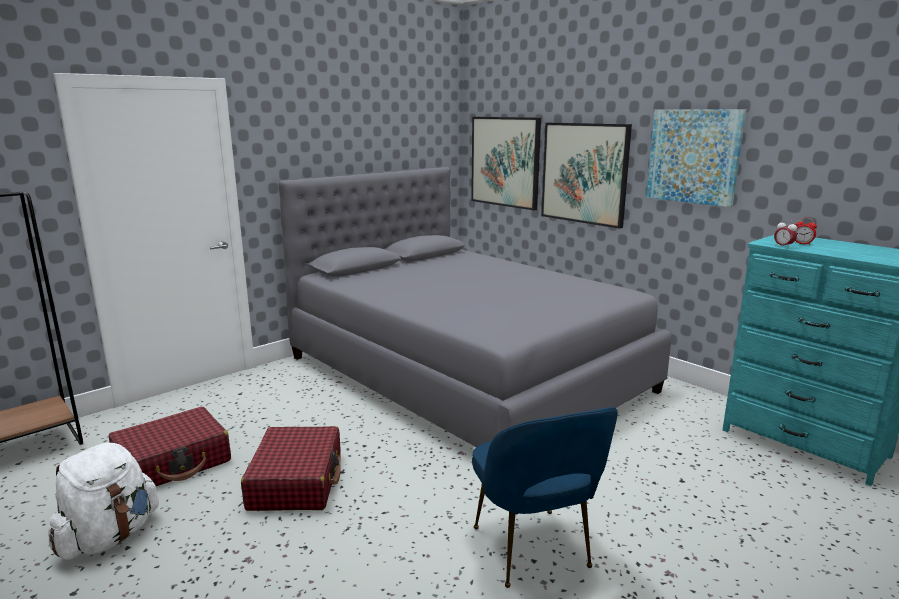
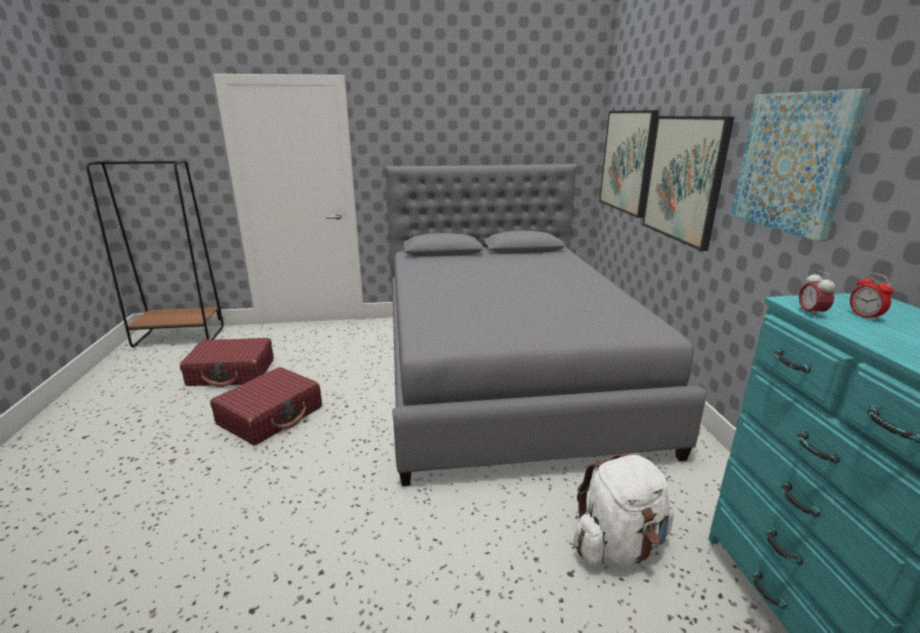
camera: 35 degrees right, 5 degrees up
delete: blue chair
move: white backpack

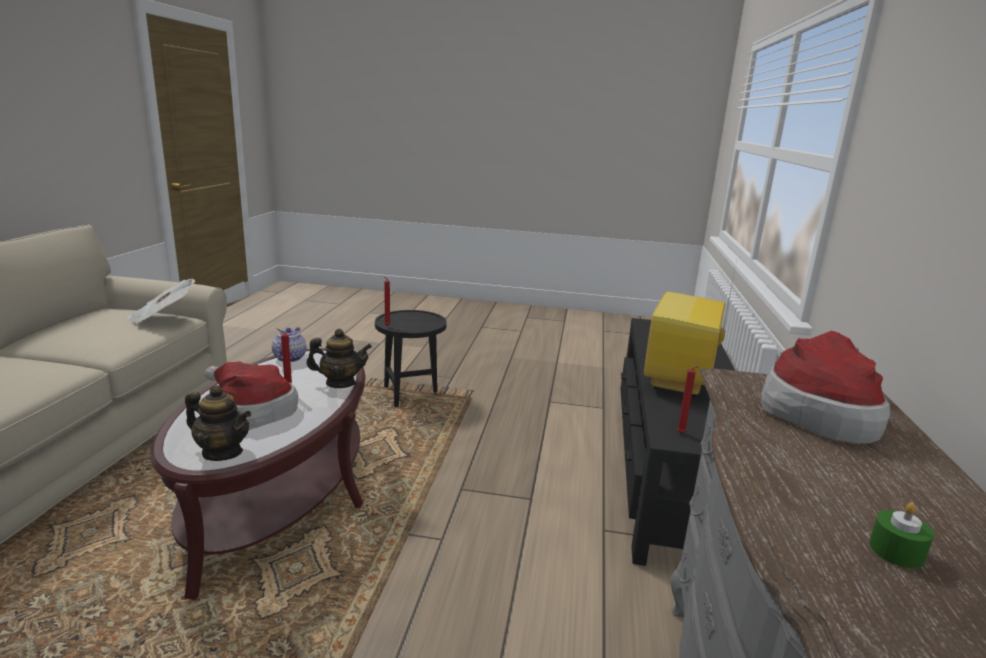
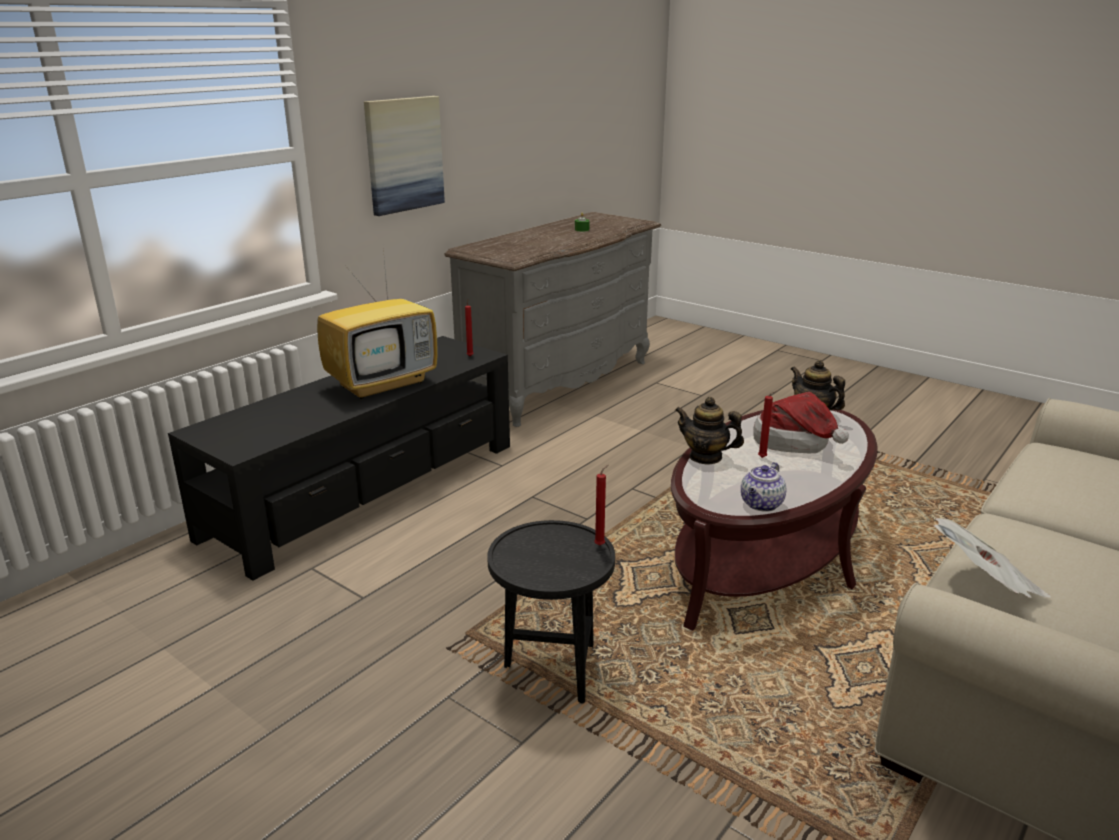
camera: 150 degrees left, 5 degrees up
delete: hat (2nd from left)
insert: picture

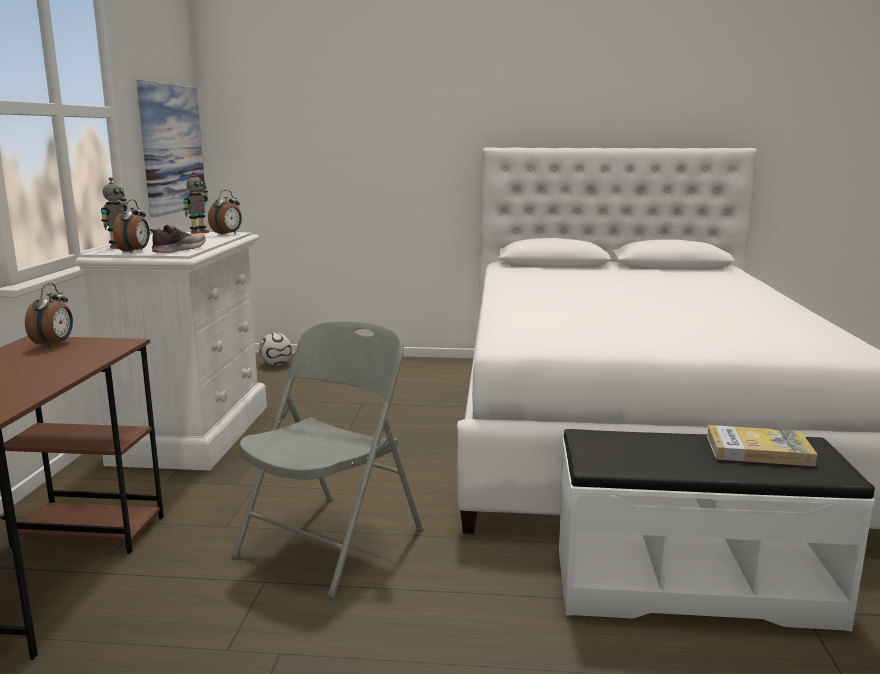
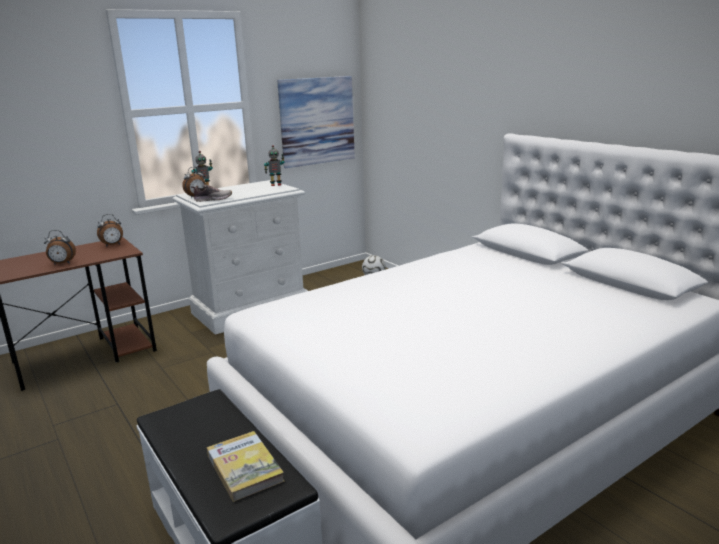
camera: 50 degrees right, 5 degrees up
delete: grey chair
move: alarm clock (3rd from left in the first image) to alarm clock (1st from left)

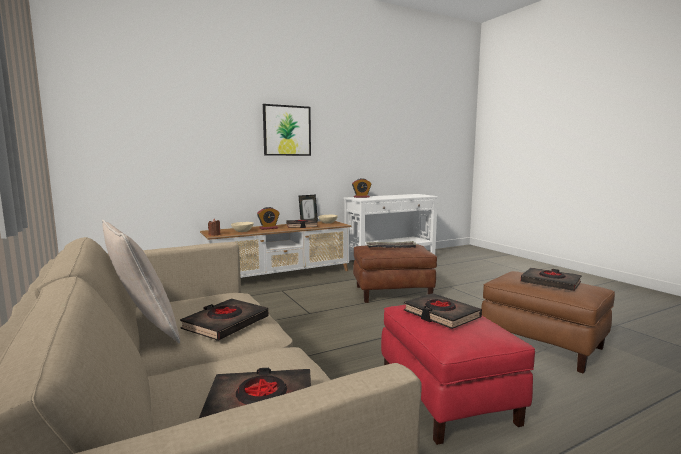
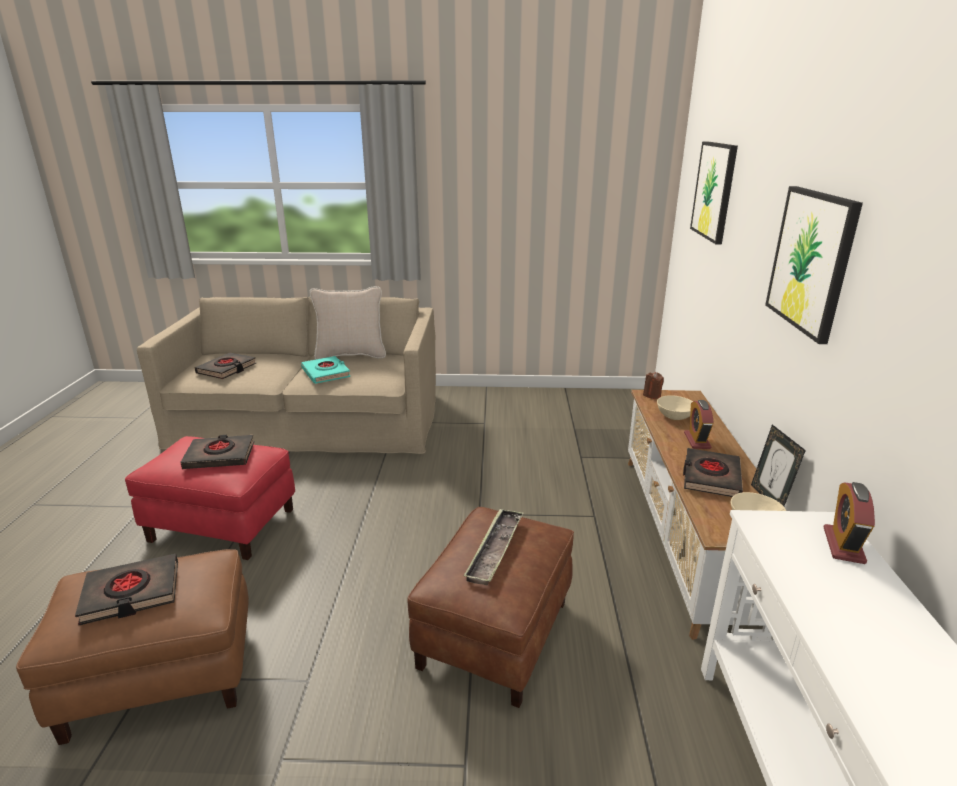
camera: 120 degrees right, 15 degrees up
insert: picture (1st from left)
recolor: black book (1st from left) to turquoise book

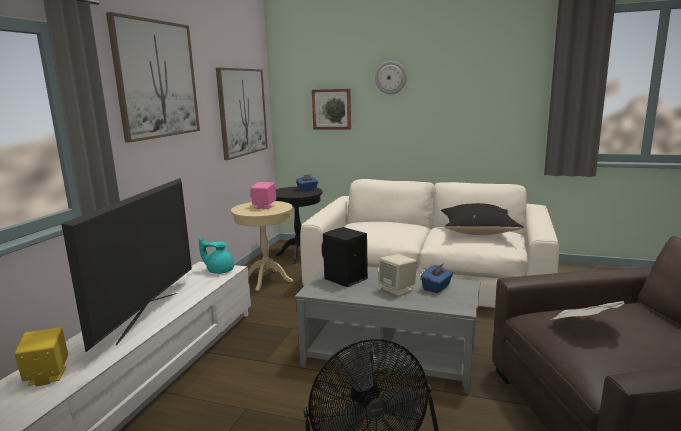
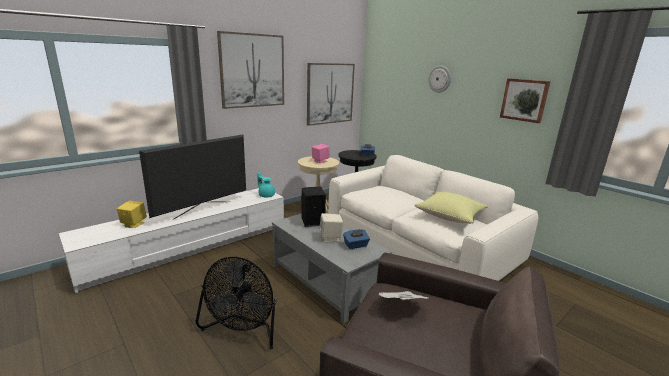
camera: 30 degrees right, 5 degrees up
move: picture (3rd from left)
recolor: black pillow to yellow pillow

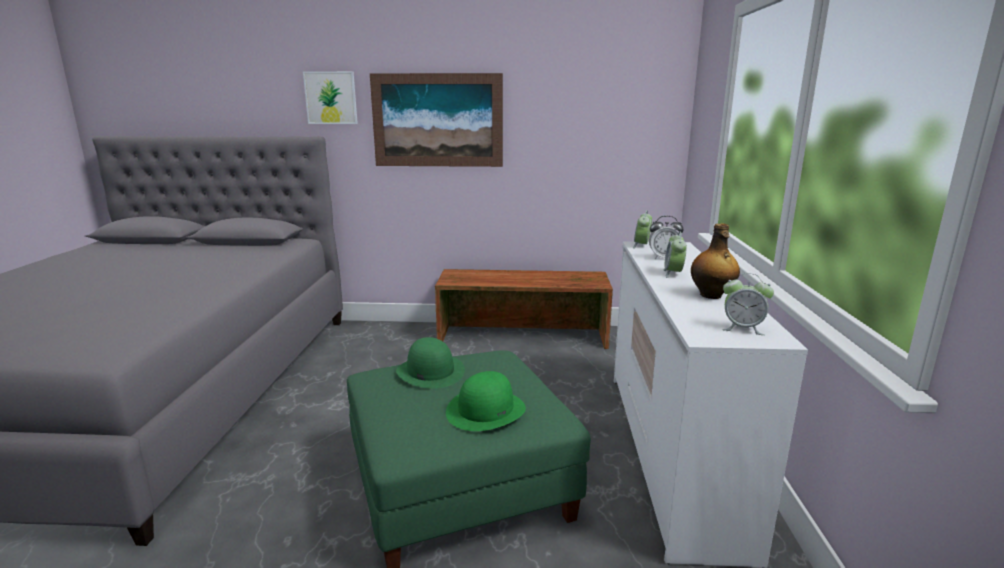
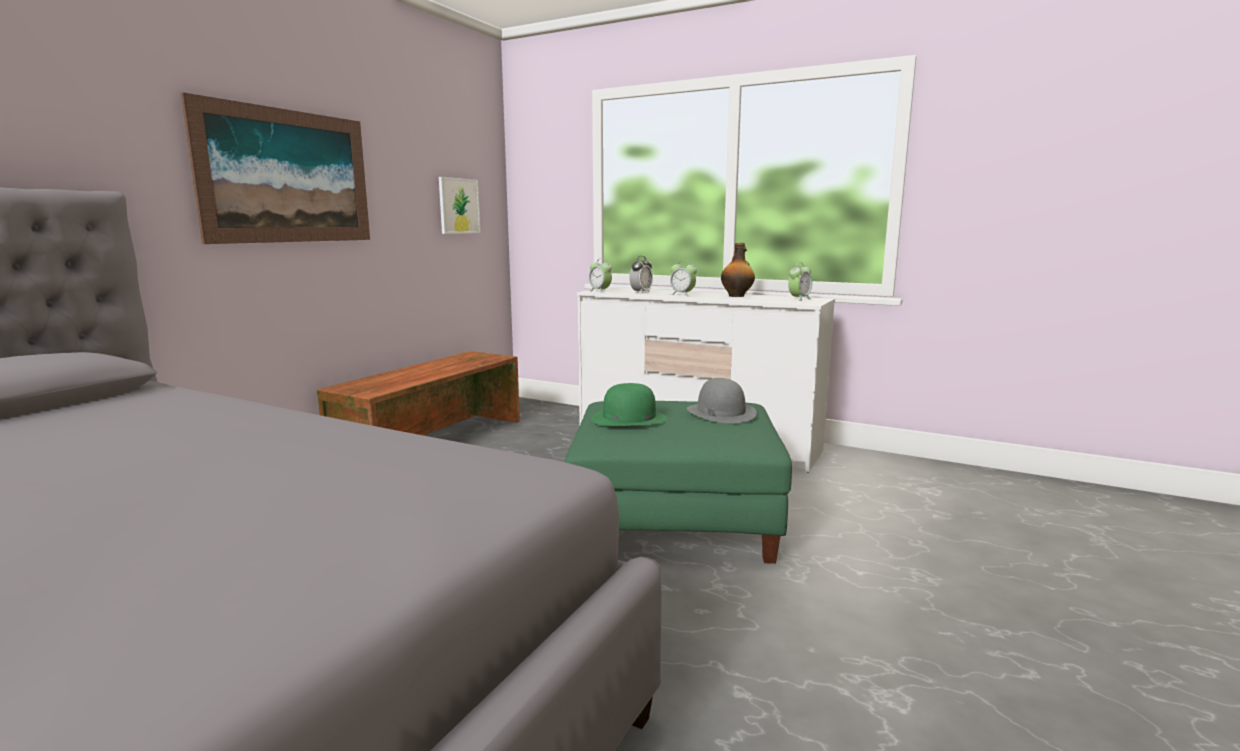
camera: 65 degrees left, 5 degrees down
move: picture (1st from left in the first image) to picture (2nd from left)
recolor: green hat (2nd from left) to grey hat

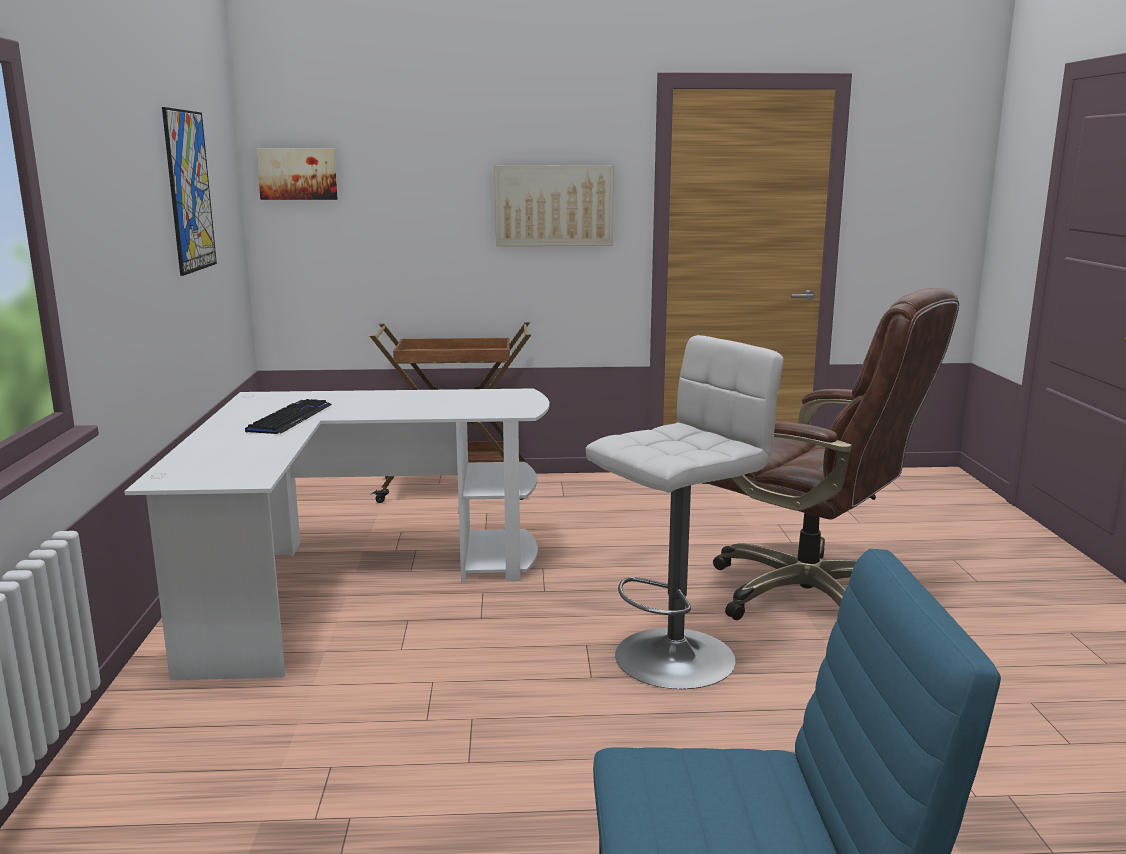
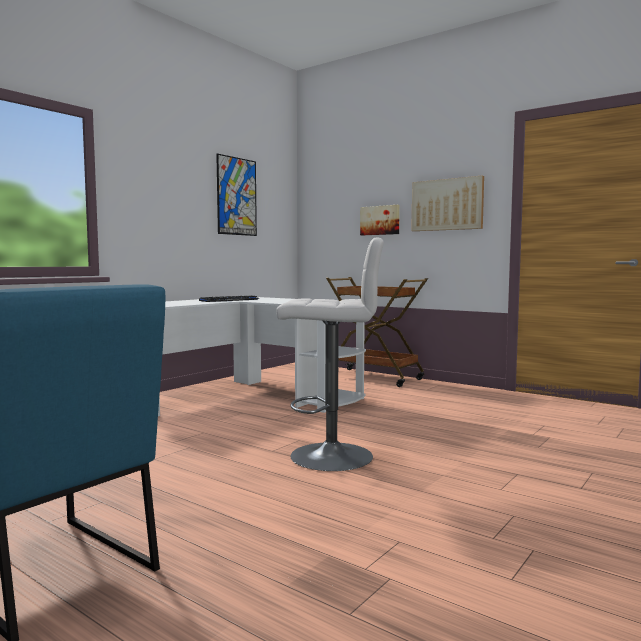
camera: 40 degrees right, 10 degrees down
delete: brown office chair
move: picture (2nd from left)

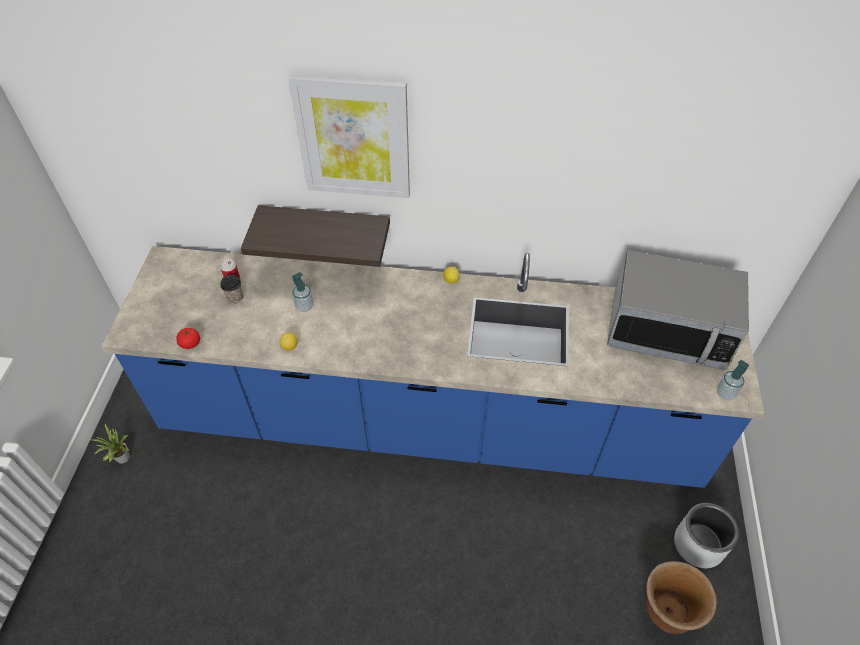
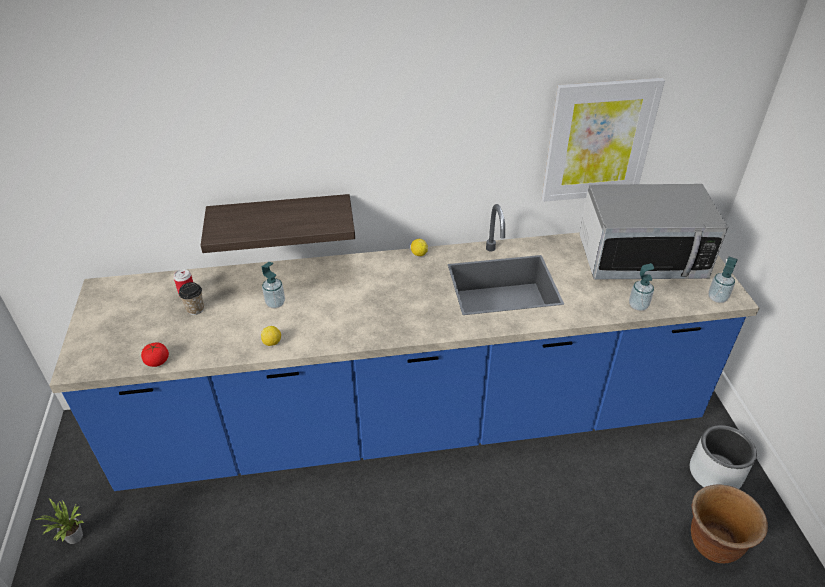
camera: 15 degrees left, 10 degrees down
insert: soap dispenser (2nd from left)
move: picture

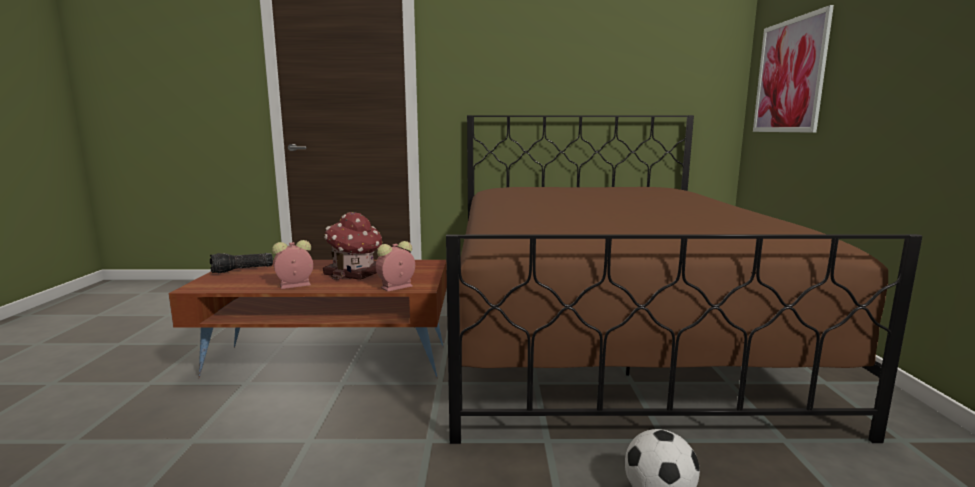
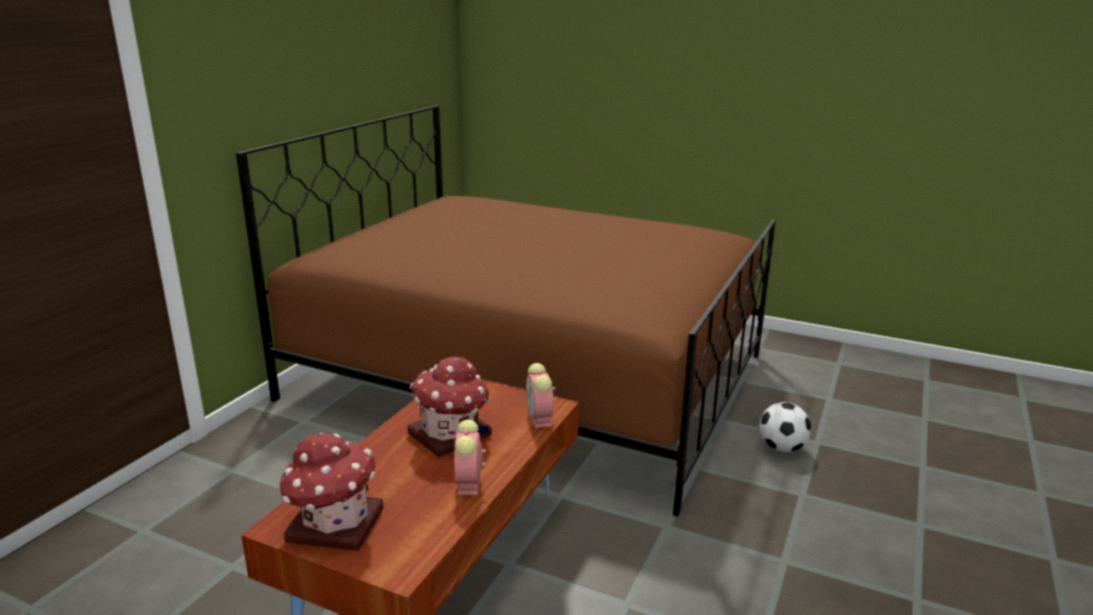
camera: 65 degrees left, 10 degrees up
delete: picture
replace: flashlight to toy house (1st from left)

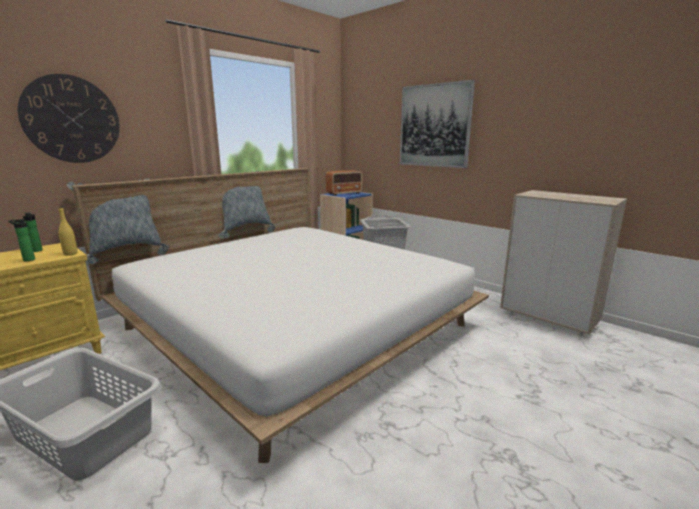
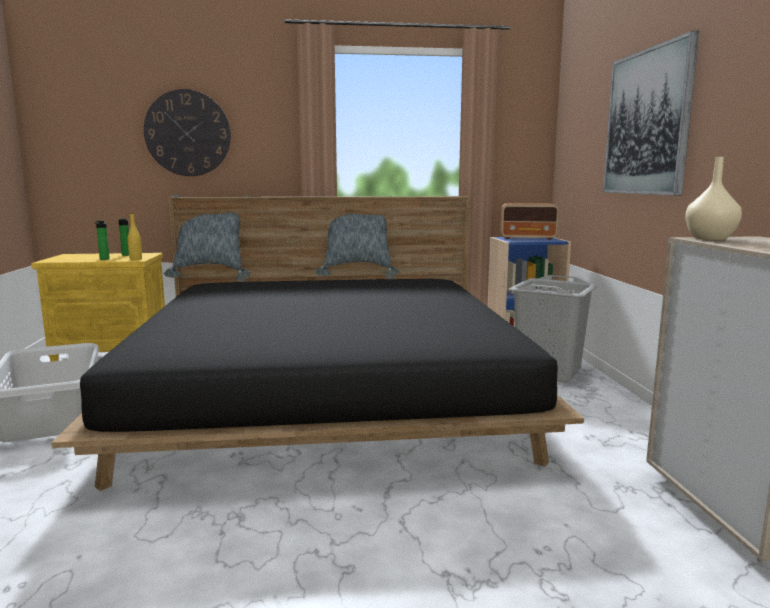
camera: 40 degrees right, 5 degrees down
insert: beige vase
recolor: white bed to black bed

